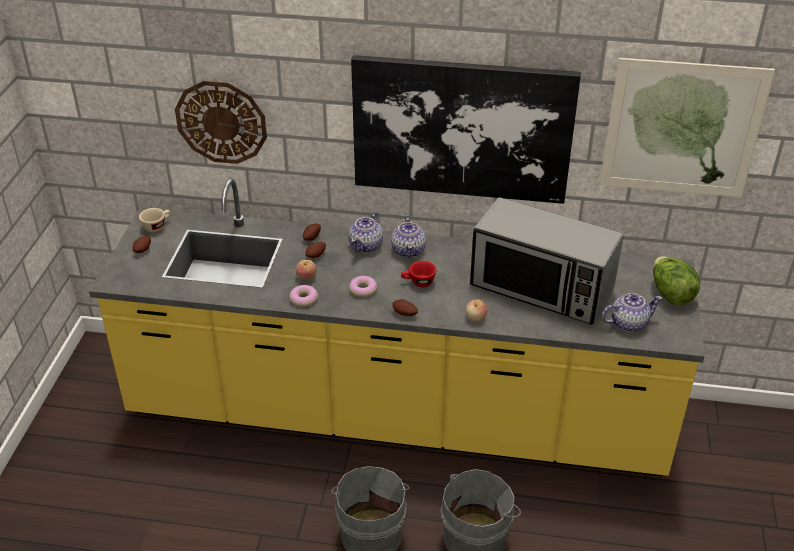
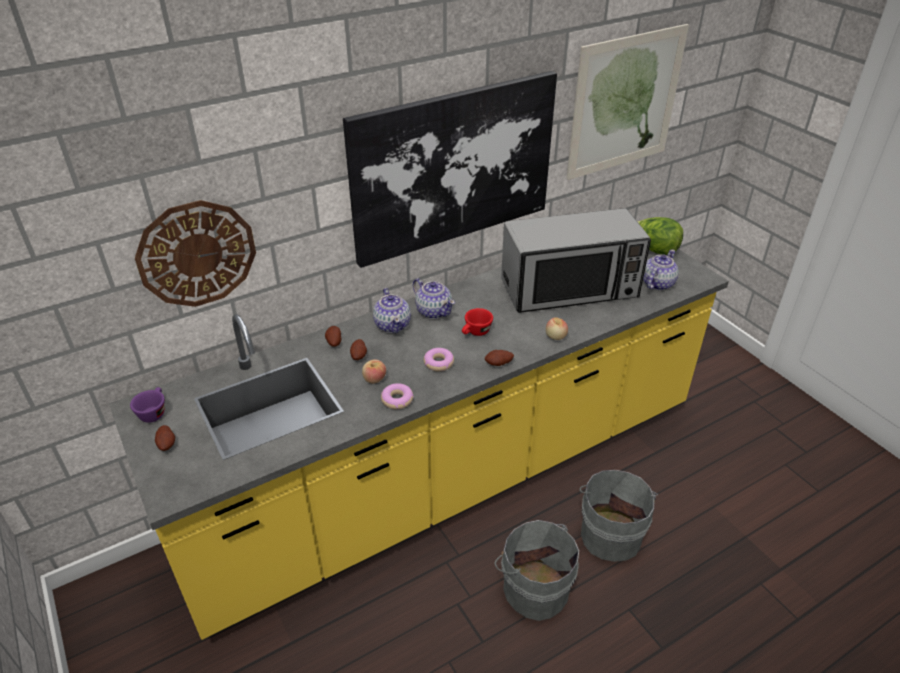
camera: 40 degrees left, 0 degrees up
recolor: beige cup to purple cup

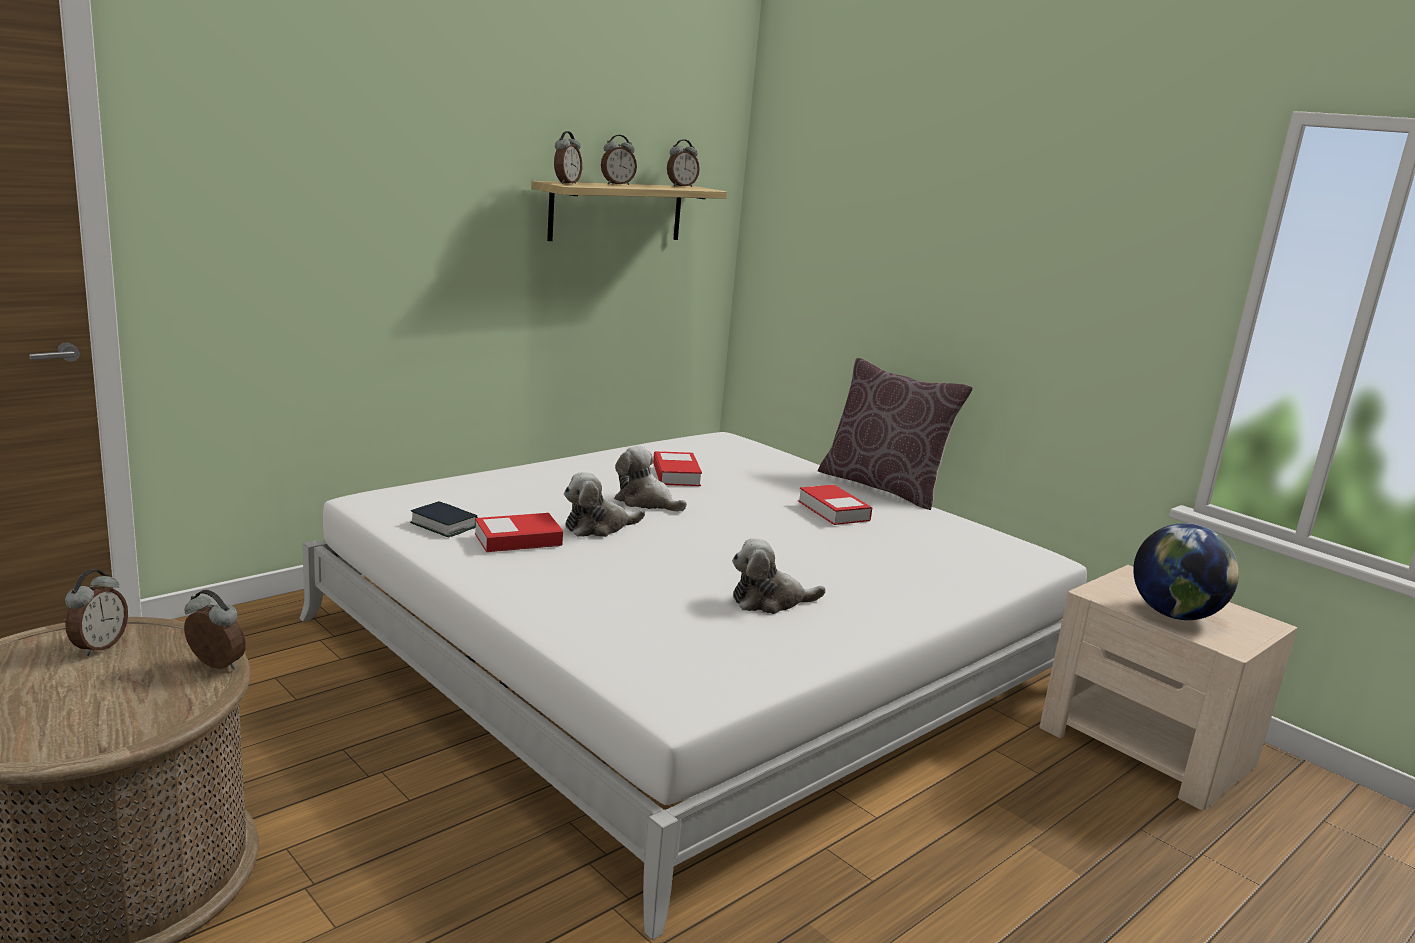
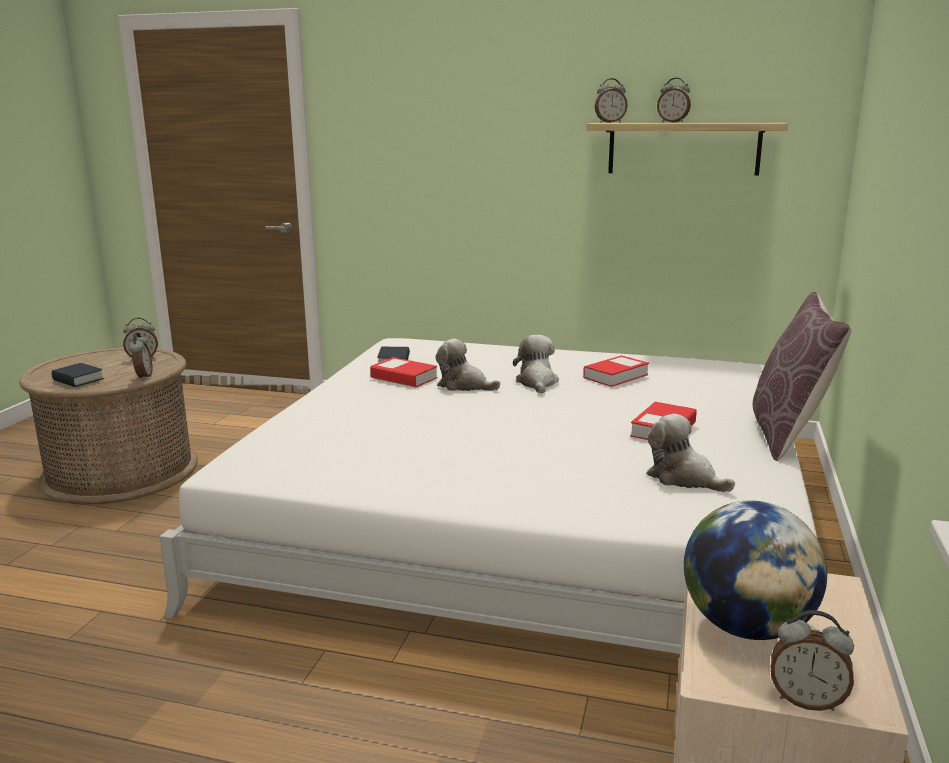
camera: 60 degrees right, 0 degrees up
insert: book (1st from left)
move: plush toy (3rd from left); alarm clock (5th from left)

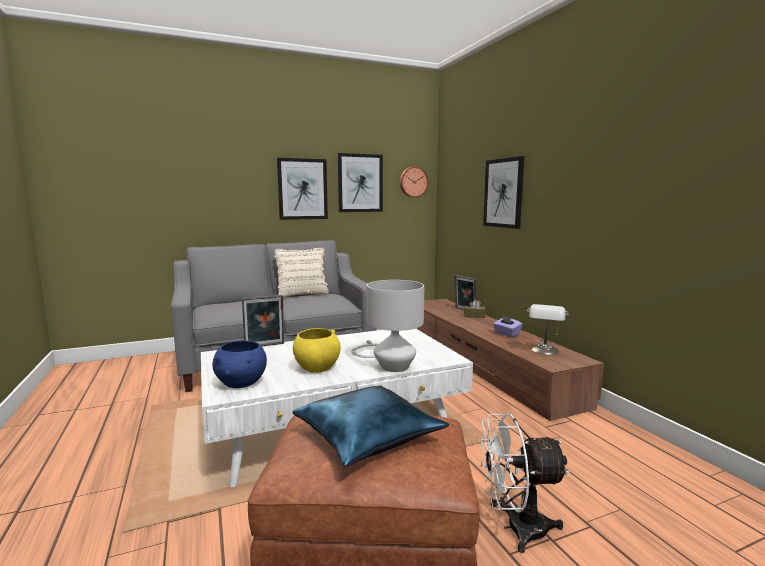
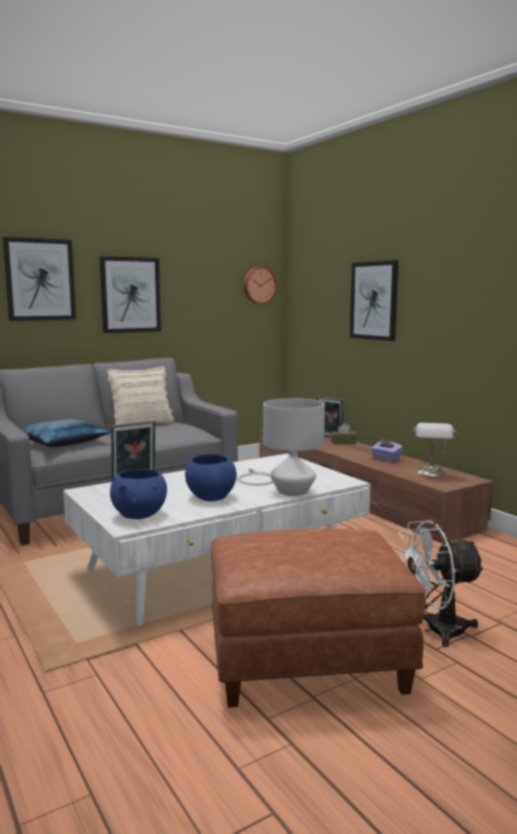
camera: 10 degrees left, 0 degrees up
move: picture (2nd from left in the first image) to picture (1st from left); blue pillow
recolor: yellow bowl to blue bowl (2nd from left)

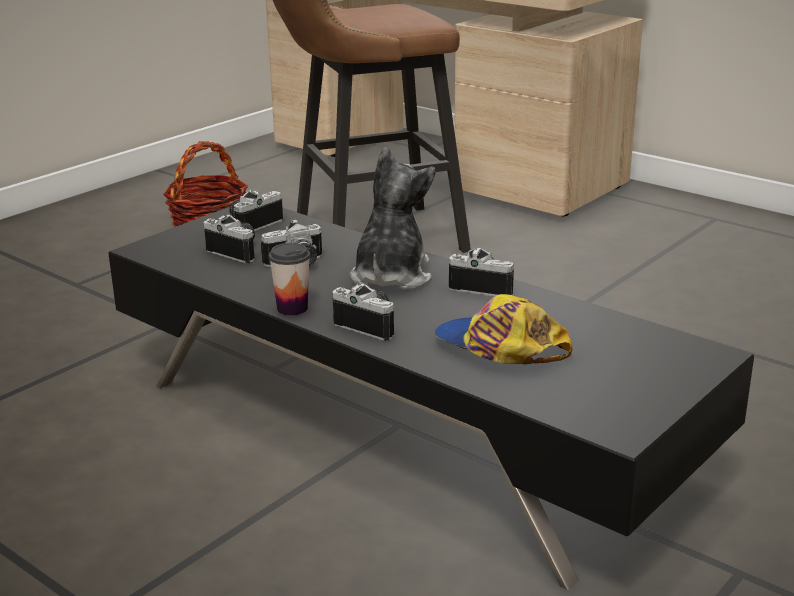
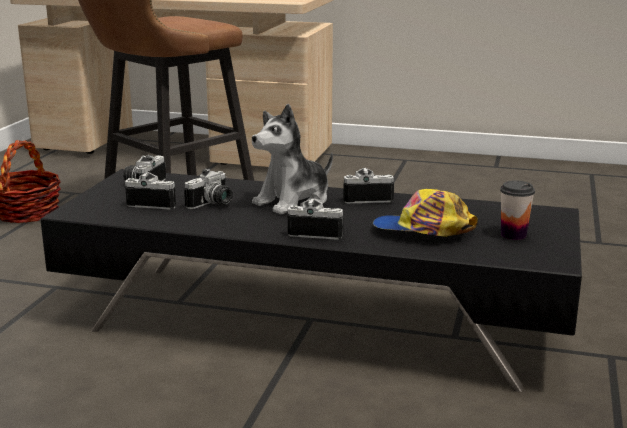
camera: 25 degrees left, 5 degrees down
move: cup
rotate: plush toy 120 degrees counterclockwise

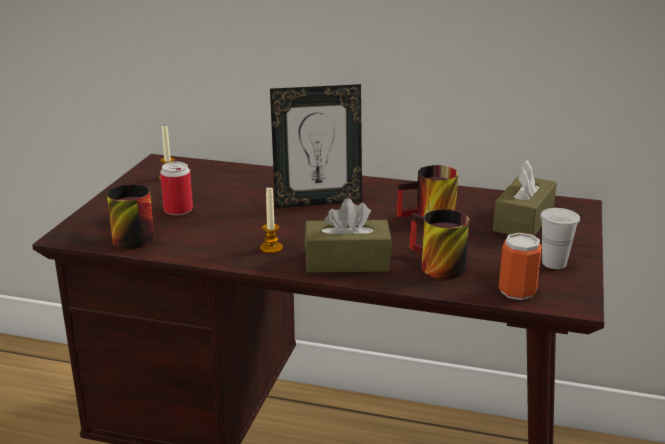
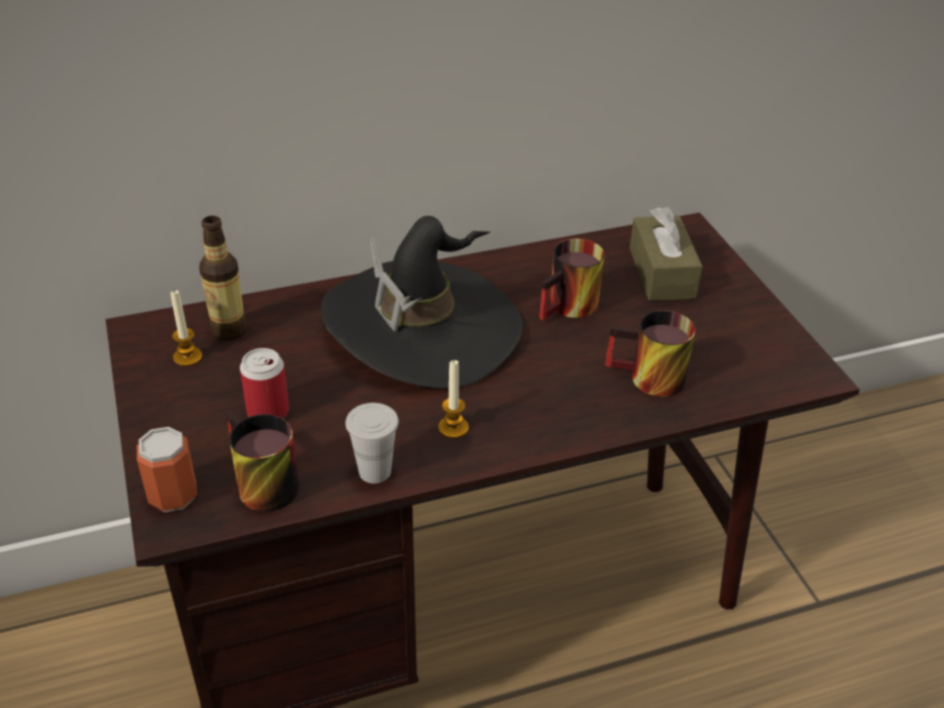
camera: 35 degrees left, 15 degrees up
delete: brown tissue box (1st from left)
insert: bottle
move: can (2nd from left in the first image) to can (1st from left); white cup
replace: picture frame to black hat

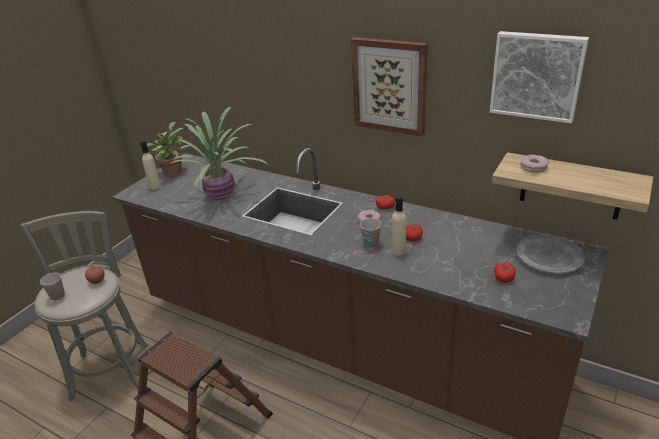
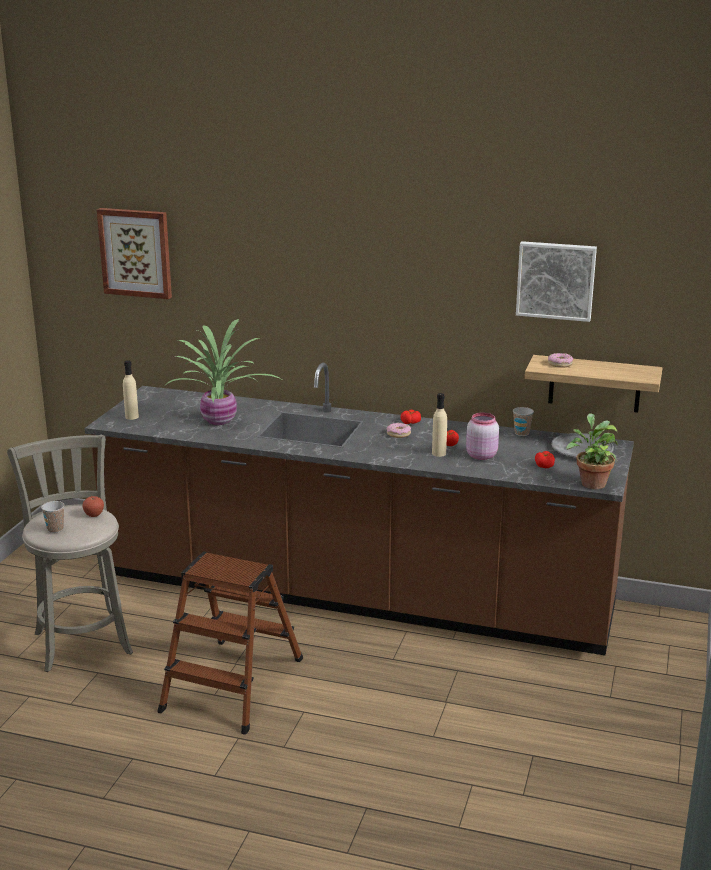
camera: 15 degrees left, 10 degrees down
insert: pink jar
move: picture (1st from left); cup (2nd from left); potted plant (1st from left in the first image) to potted plant (2nd from left)

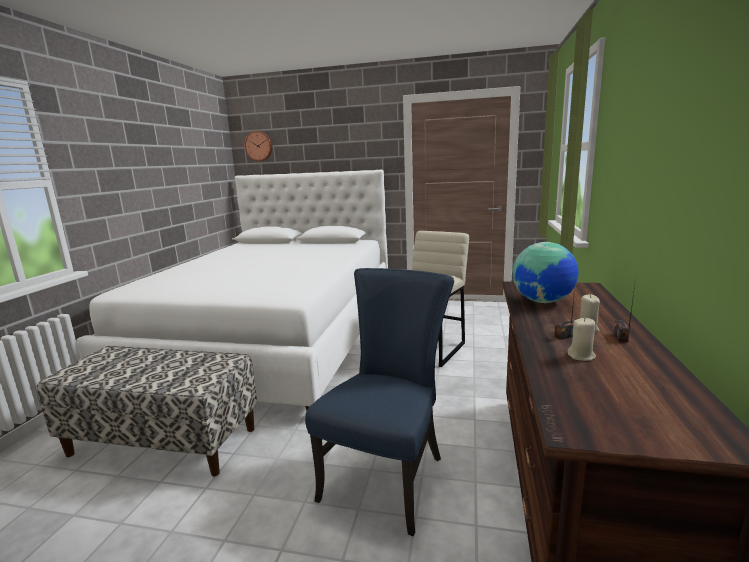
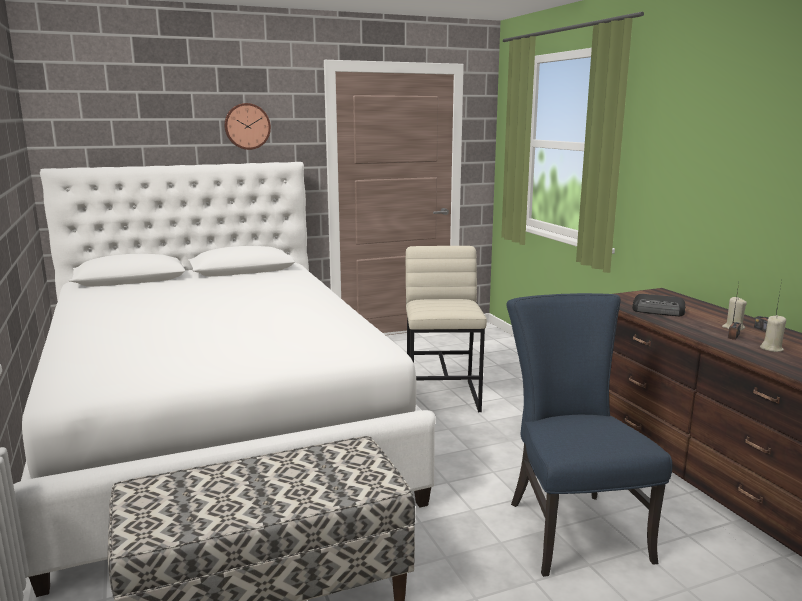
camera: 35 degrees left, 0 degrees up
move: wall clock
replace: globe to radio (1st from left)

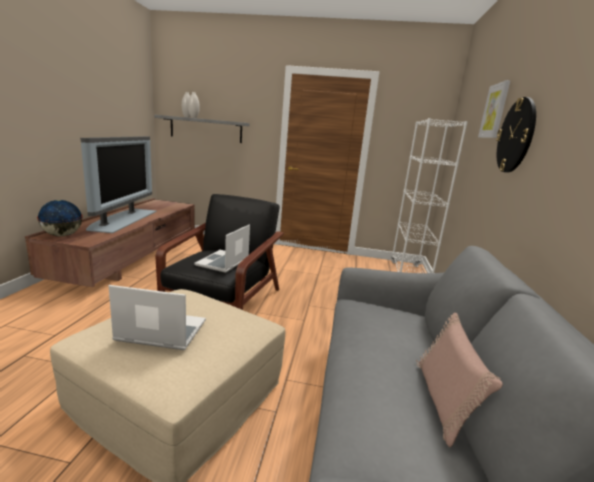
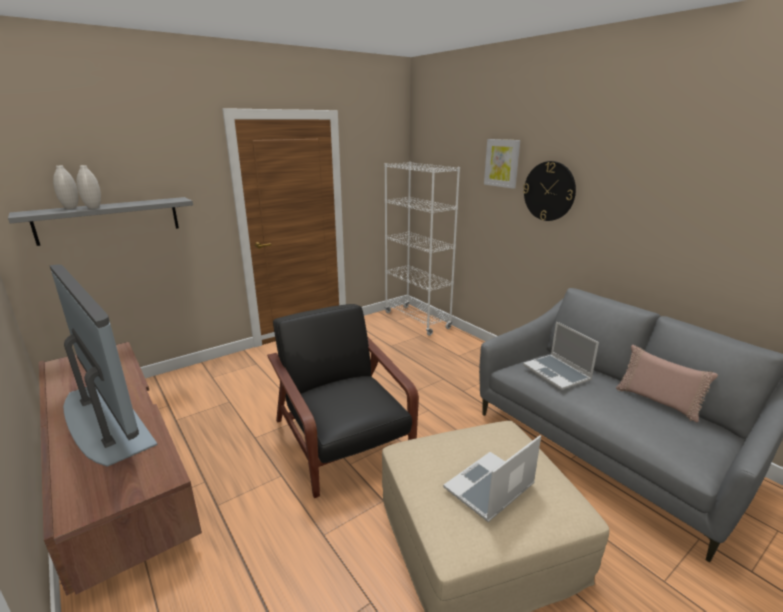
camera: 45 degrees left, 5 degrees up
delete: globe
move: laptop (2nd from left)

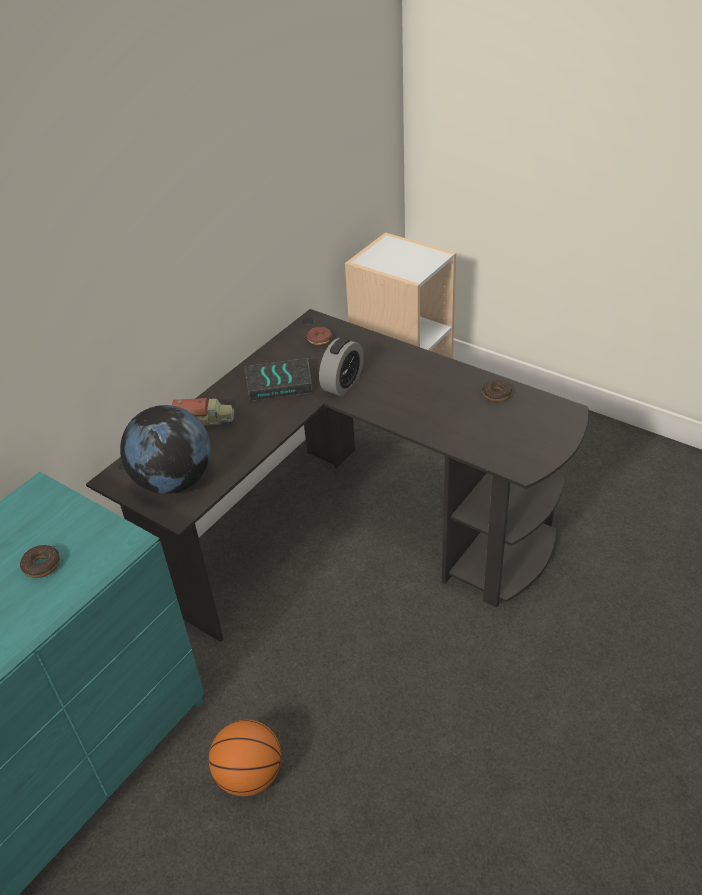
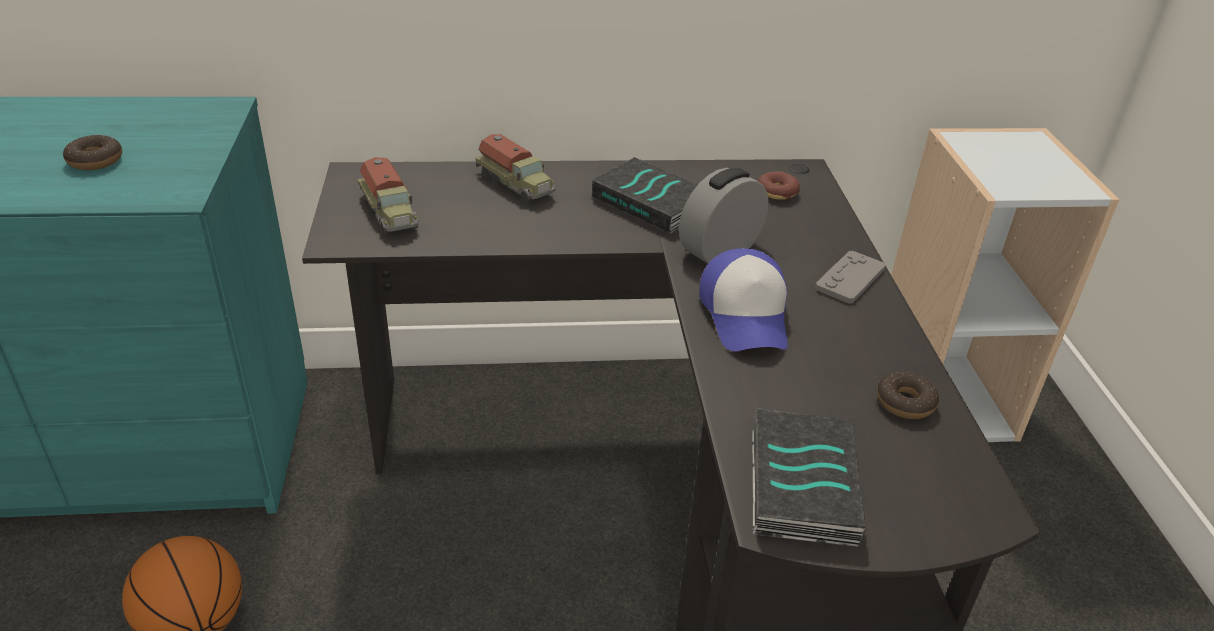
camera: 45 degrees right, 5 degrees down
insert: cap; book (2nd from left); grey game controller
replace: globe to toy truck (1st from left)
rotate: alarm clock 150 degrees clockwise

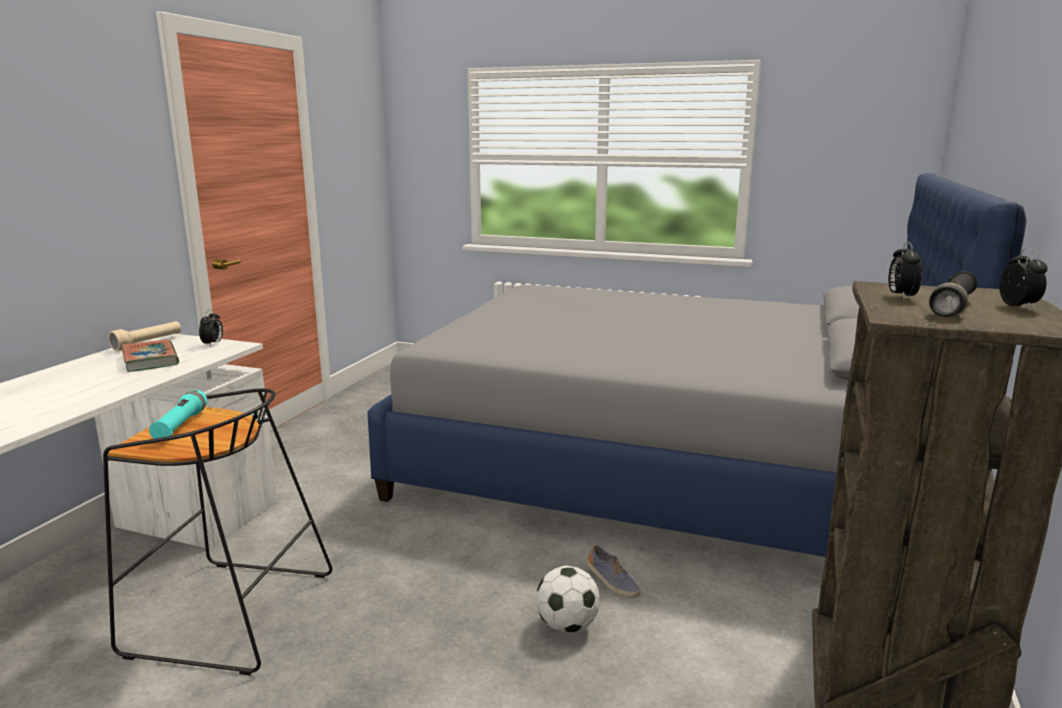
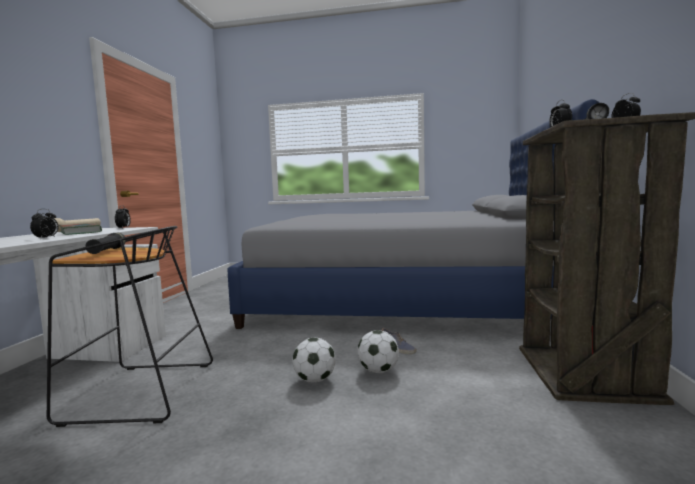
camera: 10 degrees left, 10 degrees down
insert: alarm clock (1st from left); football (1st from left)
recolor: turquoise flashlight to black flashlight (1st from left)

